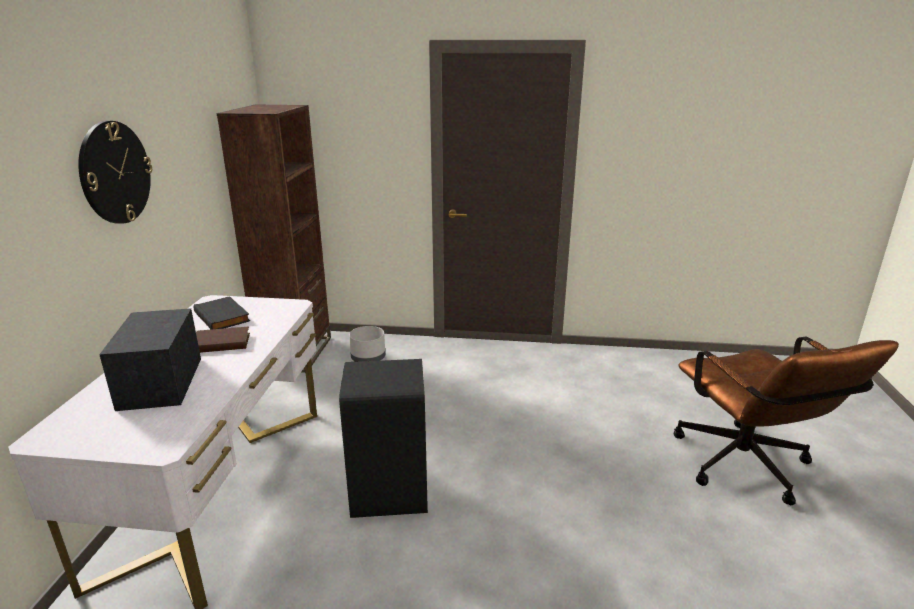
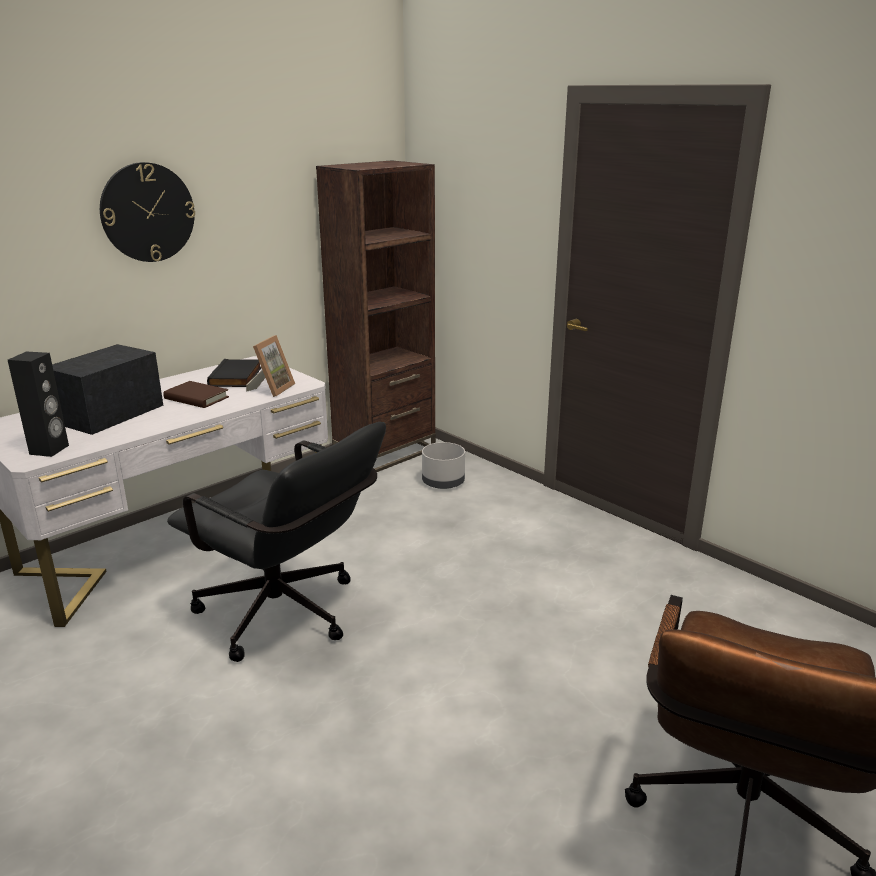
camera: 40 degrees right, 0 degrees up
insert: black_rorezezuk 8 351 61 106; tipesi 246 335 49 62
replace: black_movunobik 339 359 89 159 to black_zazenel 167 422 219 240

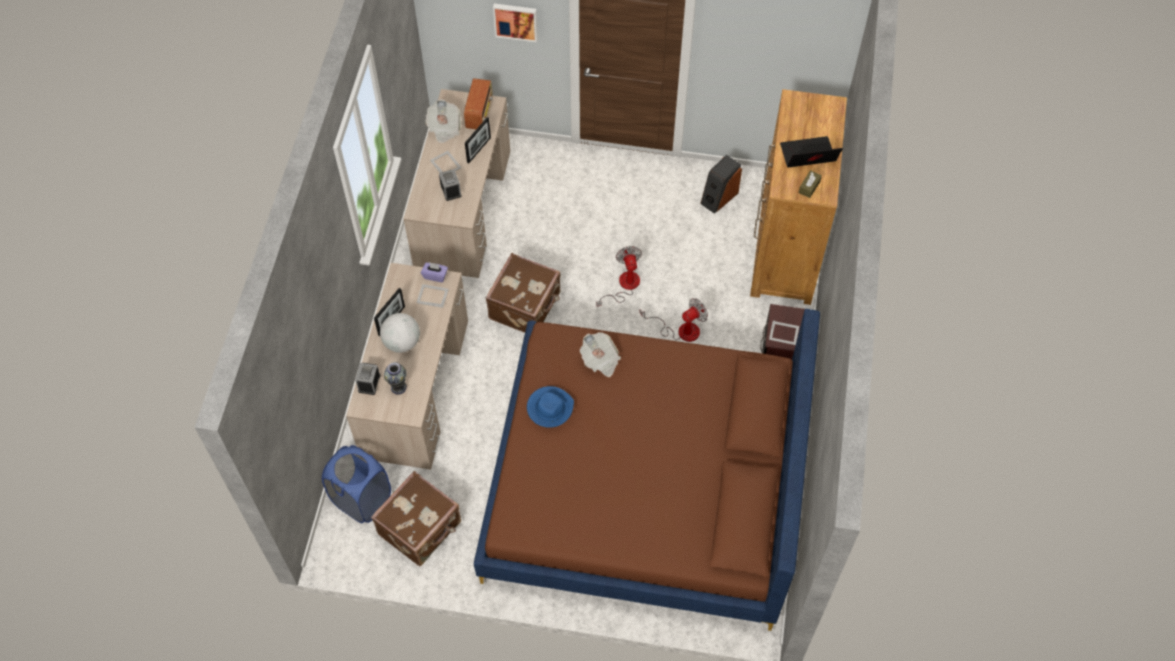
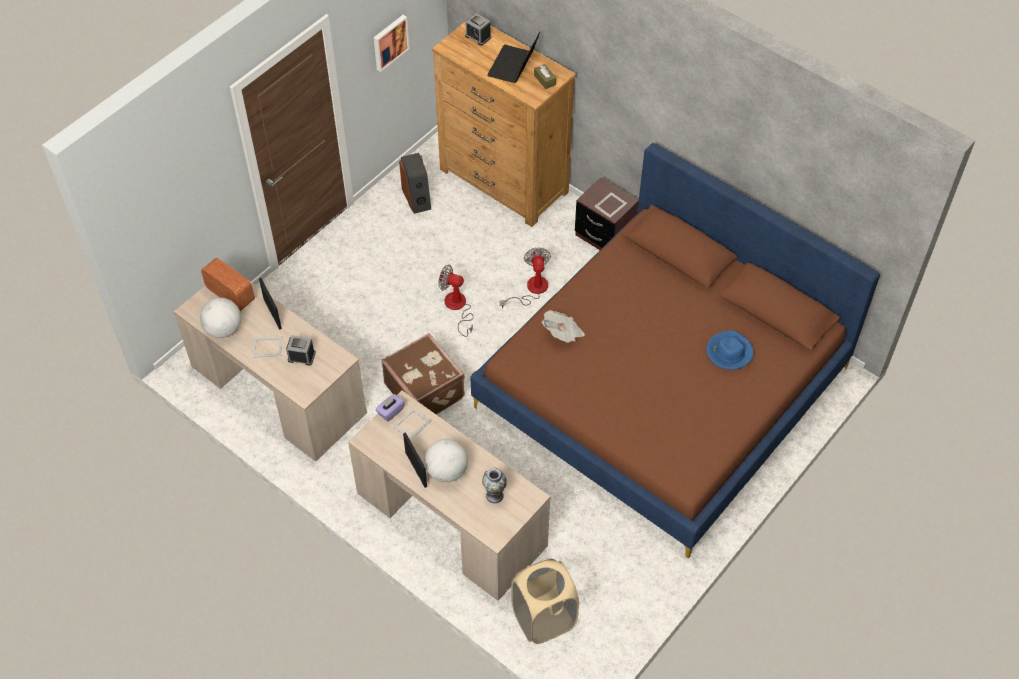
camera: 60 degrees left, 5 degrees down
delete: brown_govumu 371 471 90 95
move: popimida 355 363 25 32 to 465 13 26 33; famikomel 493 4 45 38 to 373 15 36 57; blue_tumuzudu 527 386 47 42 to 706 330 47 40
replace: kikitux 425 99 36 44 to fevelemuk 200 298 41 40
recolor: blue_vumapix 322 445 69 78 to beige_vumapix 511 559 68 85

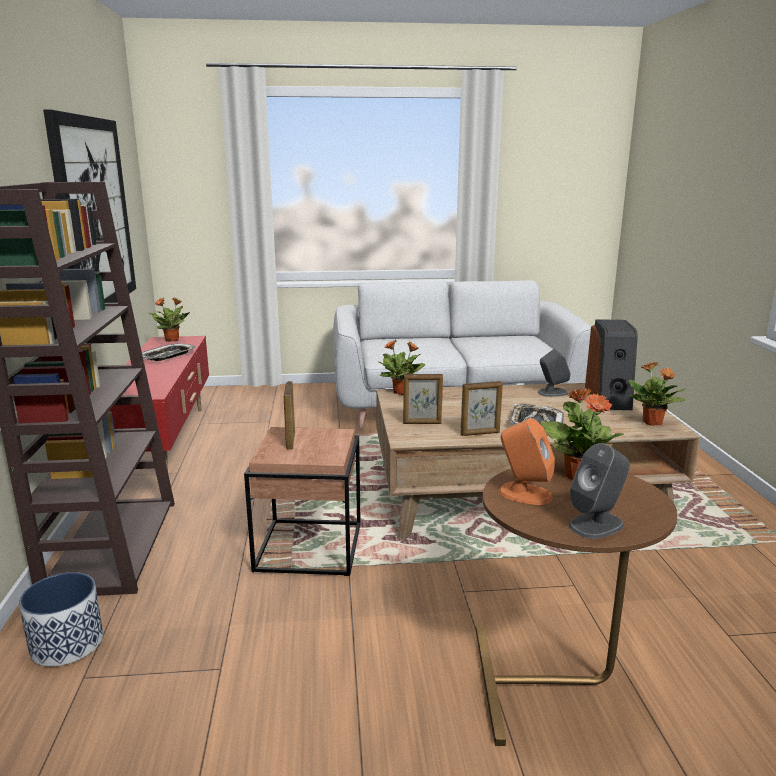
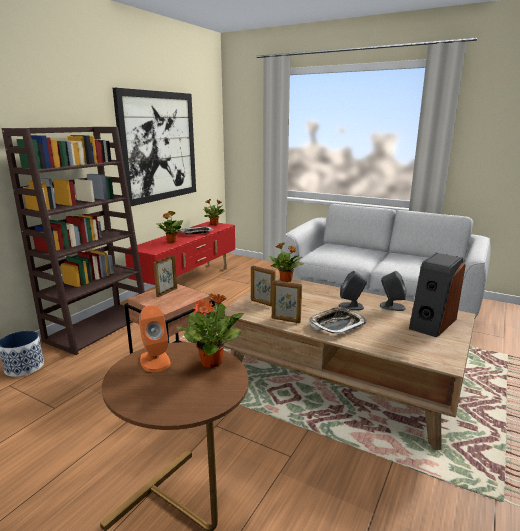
camera: 35 degrees right, 0 degrees up
move: grey_rorezezuk 569 443 61 96 to 339 271 28 40; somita 629 362 57 64 to 156 211 27 32

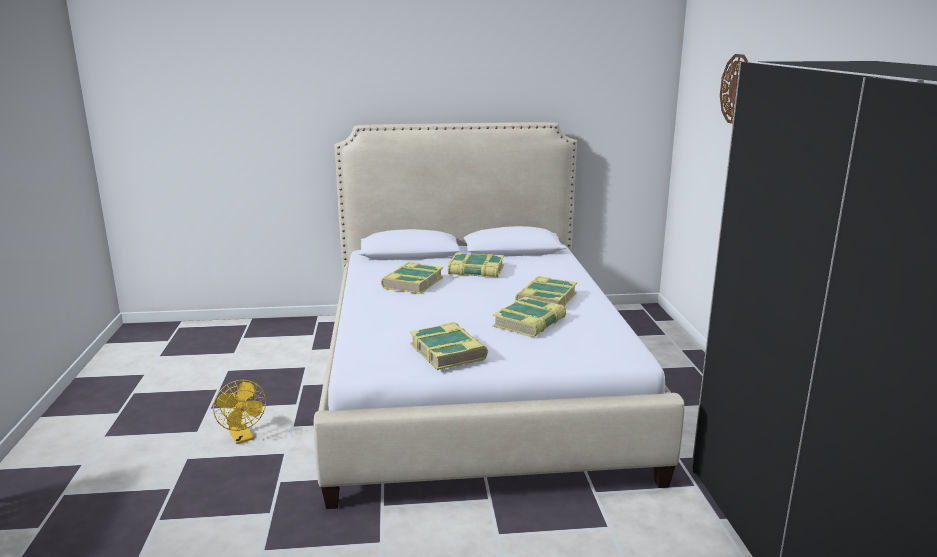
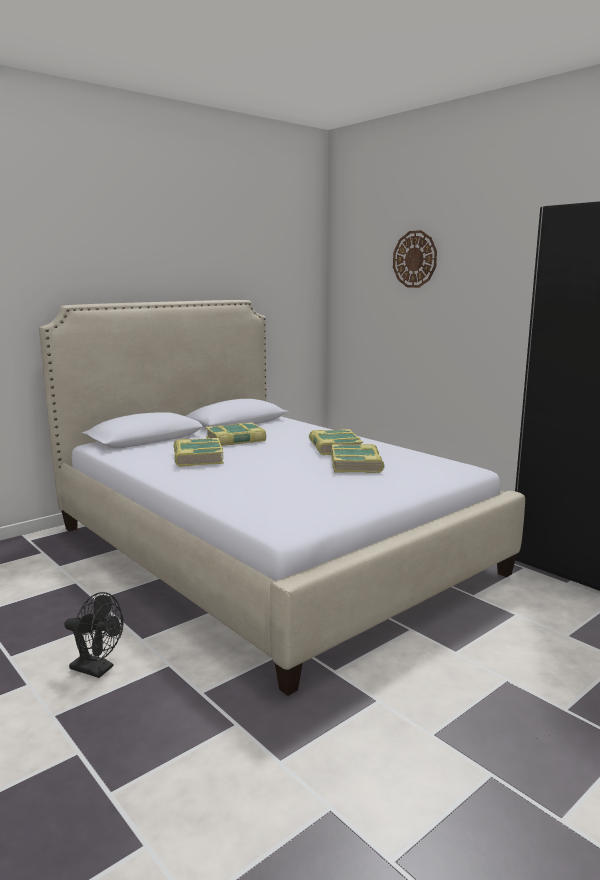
camera: 35 degrees left, 5 degrees down
delete: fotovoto 409 322 79 48
recolor: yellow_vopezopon 213 380 53 64 to black_vopezopon 64 592 59 86

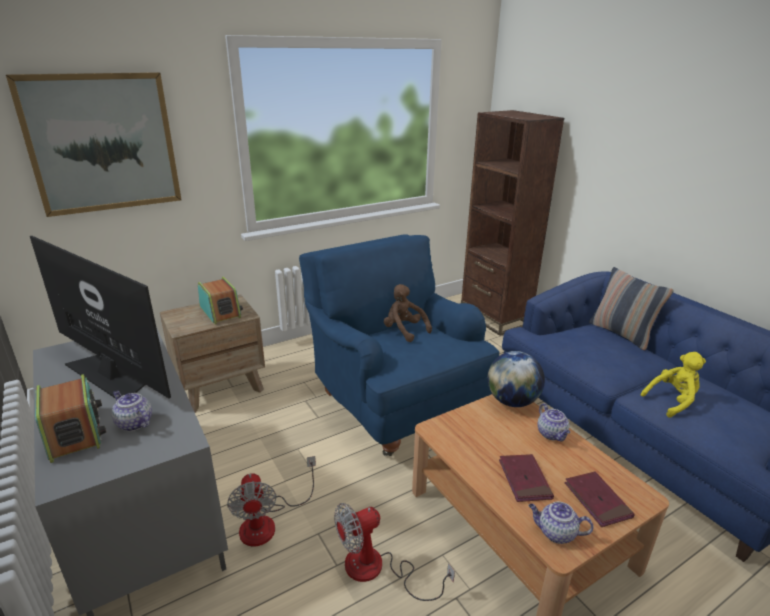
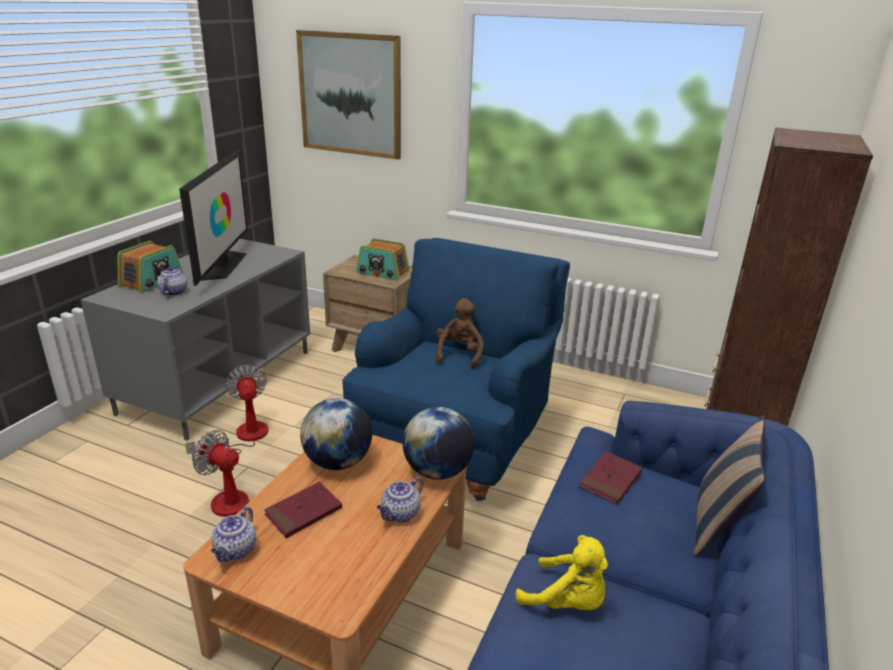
camera: 55 degrees right, 0 degrees up
insert: fevelemuk 300 398 72 72
move: red_fotovoto 564 471 71 56 to 579 451 64 54
rotate: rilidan 198 277 45 48 = 356 238 54 42 90 degrees clockwise; vopezopon 227 456 89 91 = 185 365 83 96 120 degrees clockwise; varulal 529 502 65 42 = 211 506 45 57 150 degrees counterclockwise

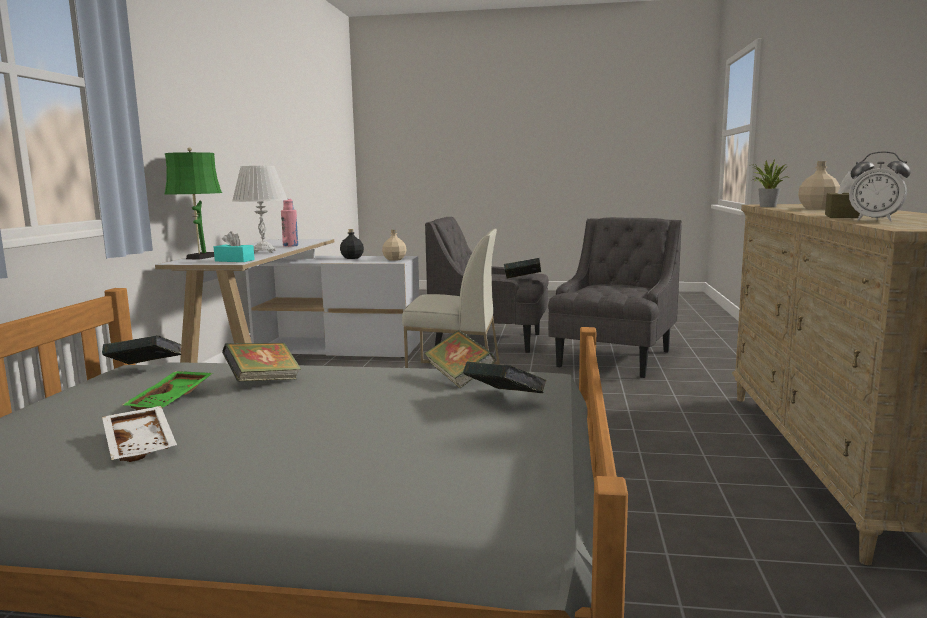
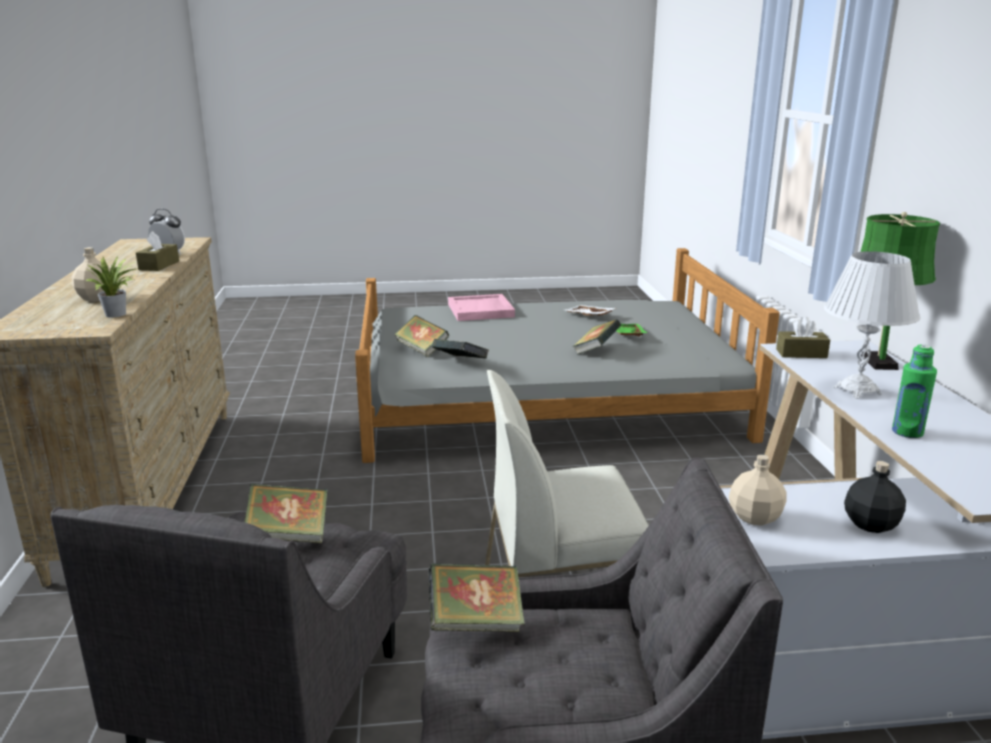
camera: 165 degrees right, 10 degrees up
insert: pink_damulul 448 294 67 27
move: fotovoto 102 335 79 30 to 244 484 84 59
recolor: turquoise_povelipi 214 231 41 31 to brown_povelipi 776 317 54 41; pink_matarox 281 199 17 48 to green_matarox 892 344 45 94

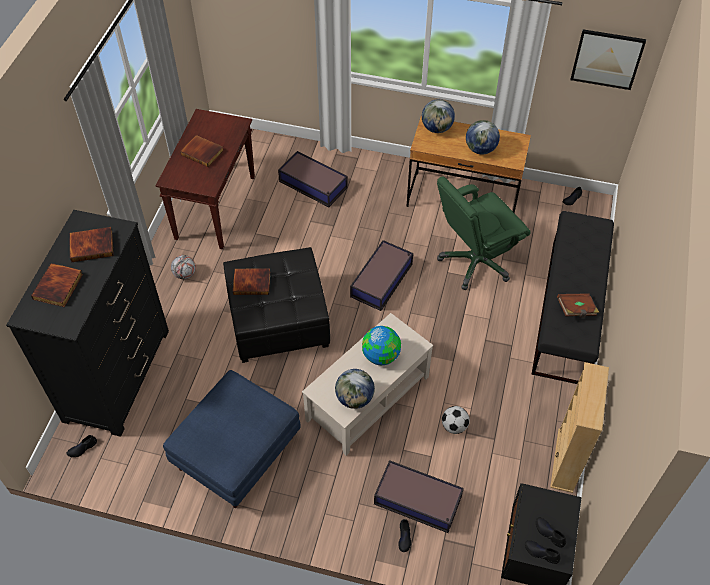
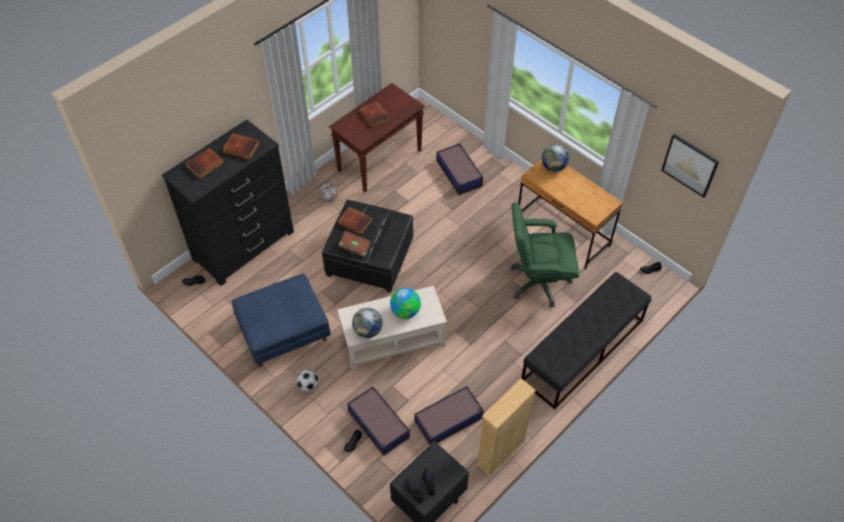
camera: 30 degrees right, 0 degrees up
delete: fevelemuk 466 120 34 35
move: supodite 350 240 63 71 to 415 386 69 59; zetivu 442 406 28 28 to 296 370 22 22; brown_fotovoto 557 293 42 25 to 338 230 33 27

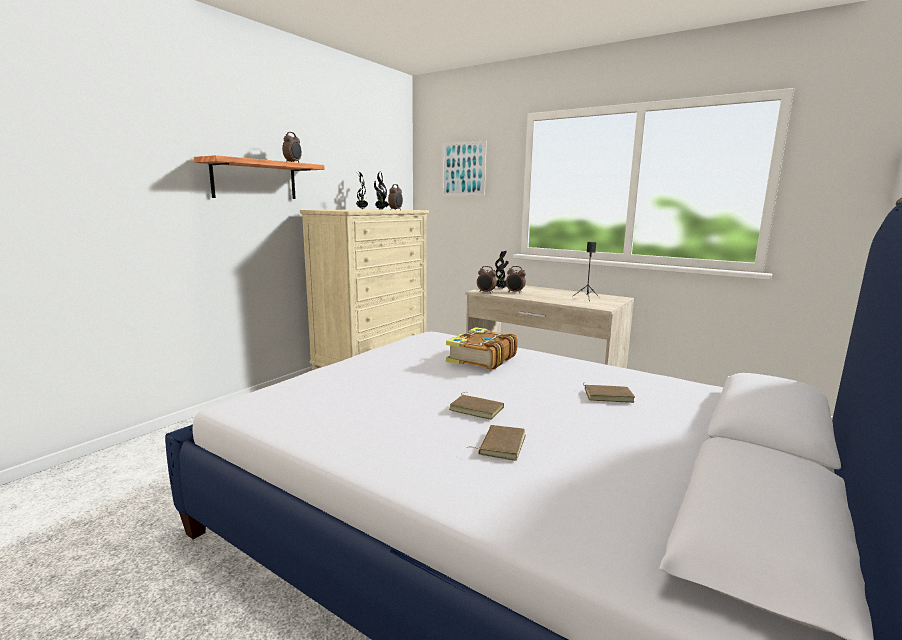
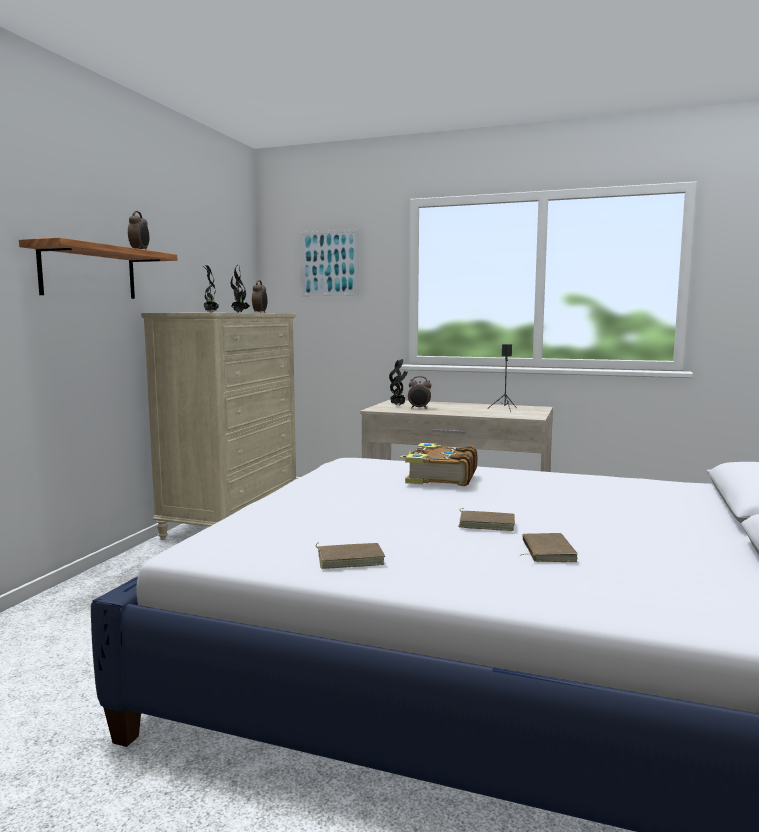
camera: 15 degrees left, 5 degrees down
delete: popimida 477 266 20 28
move: brown_fotovoto 583 382 52 21 to 316 542 69 27

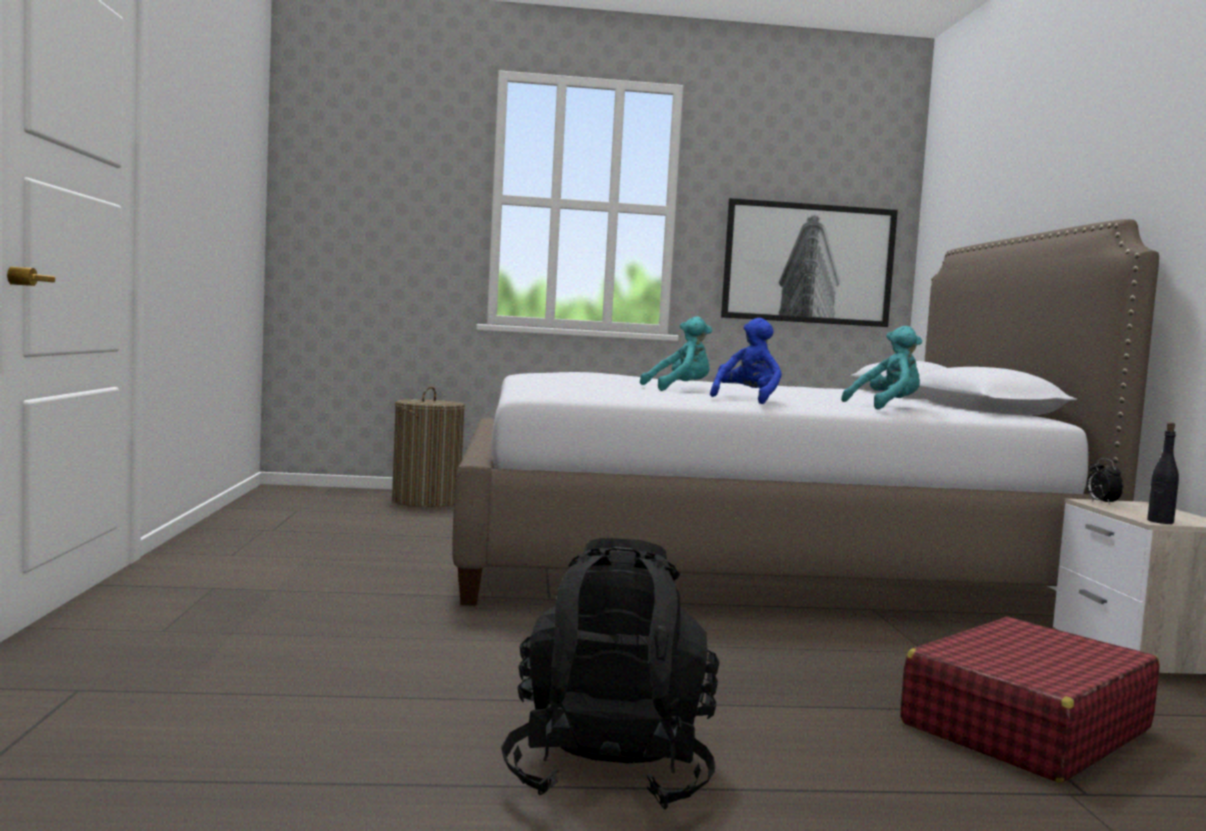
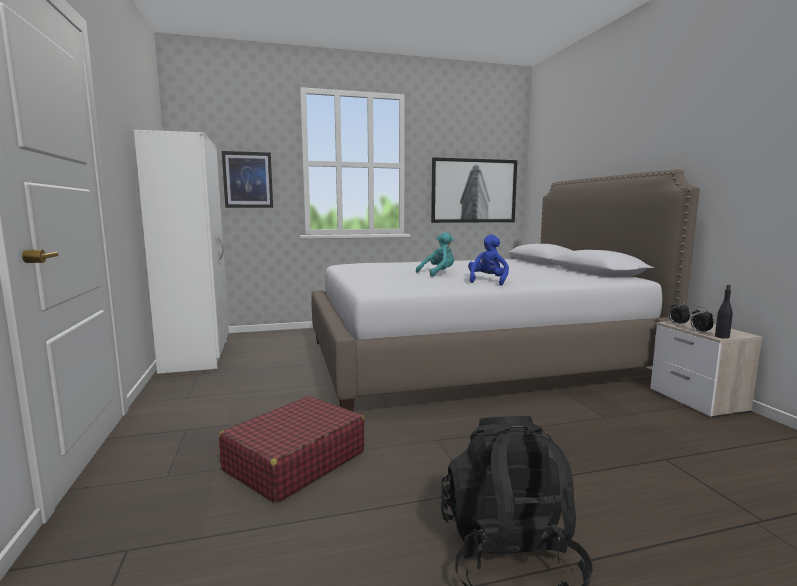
camera: 10 degrees left, 5 degrees up
delete: vumapix 392 386 73 121; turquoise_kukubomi 841 326 81 83
insert: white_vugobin 134 130 95 244; famikomel 222 151 51 57; popimida 690 307 24 27
move: red_govumu 901 617 259 166 to 219 396 146 107

